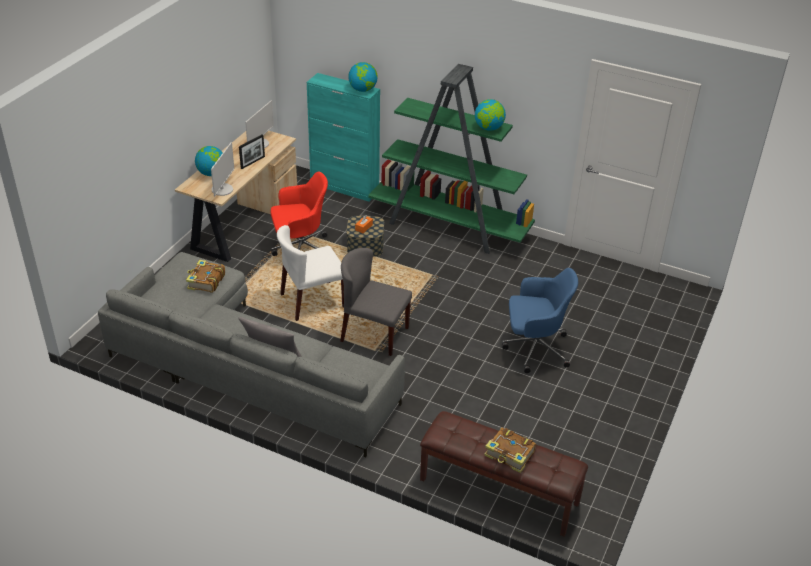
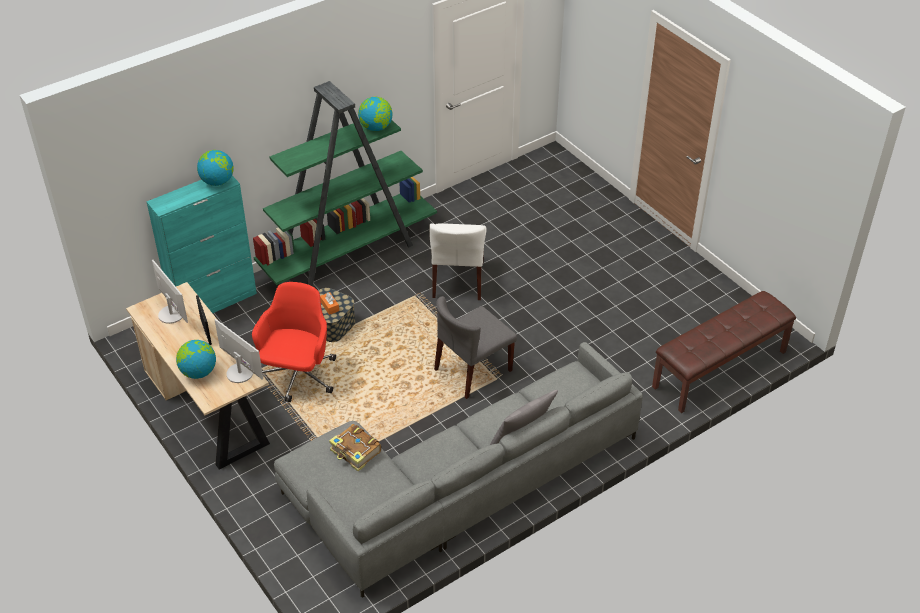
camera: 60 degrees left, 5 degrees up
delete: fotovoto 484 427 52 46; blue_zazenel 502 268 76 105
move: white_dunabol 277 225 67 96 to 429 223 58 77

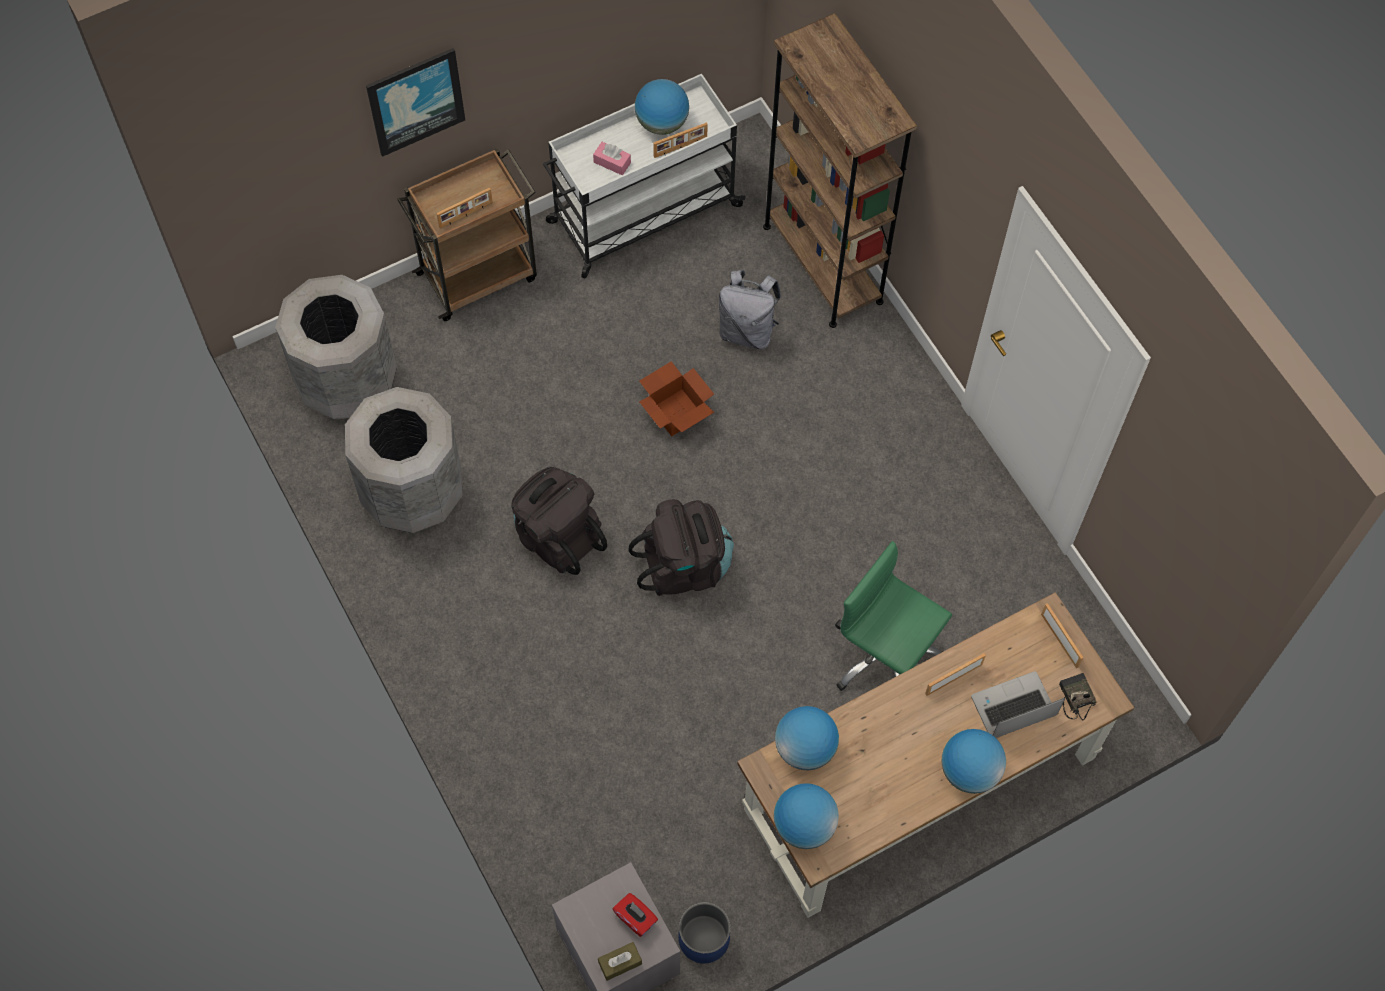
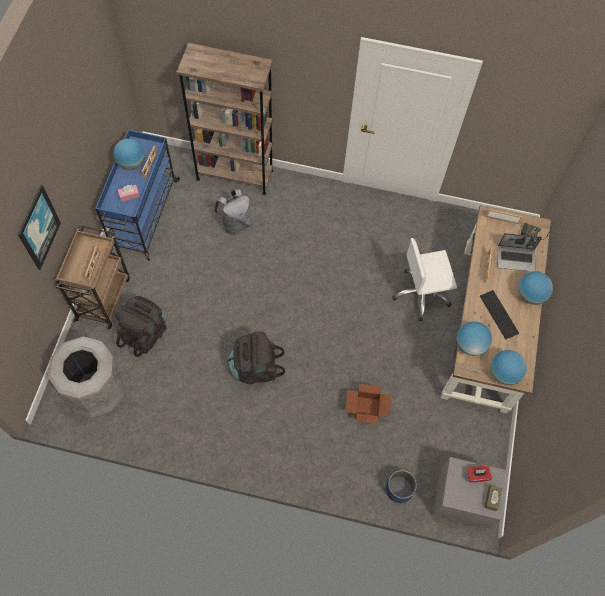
camera: 50 degrees left, 0 degrees up
delete: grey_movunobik 345 387 117 146
insert: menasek 480 290 39 49
move: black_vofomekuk 628 499 106 97 to 115 296 52 61; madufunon 639 361 75 75 to 345 384 46 40; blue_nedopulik 678 903 52 61 to 386 470 31 33
recolor: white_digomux 543 74 203 205 to blue_digomux 95 130 85 131; green_zazenel 835 541 117 150 to white_zazenel 392 238 65 83
rotate: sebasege 971 671 94 67 = 498 233 44 39 105 degrees counterclockwise

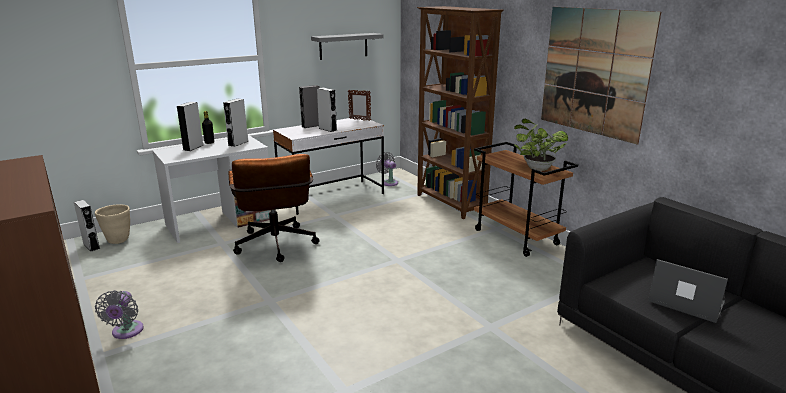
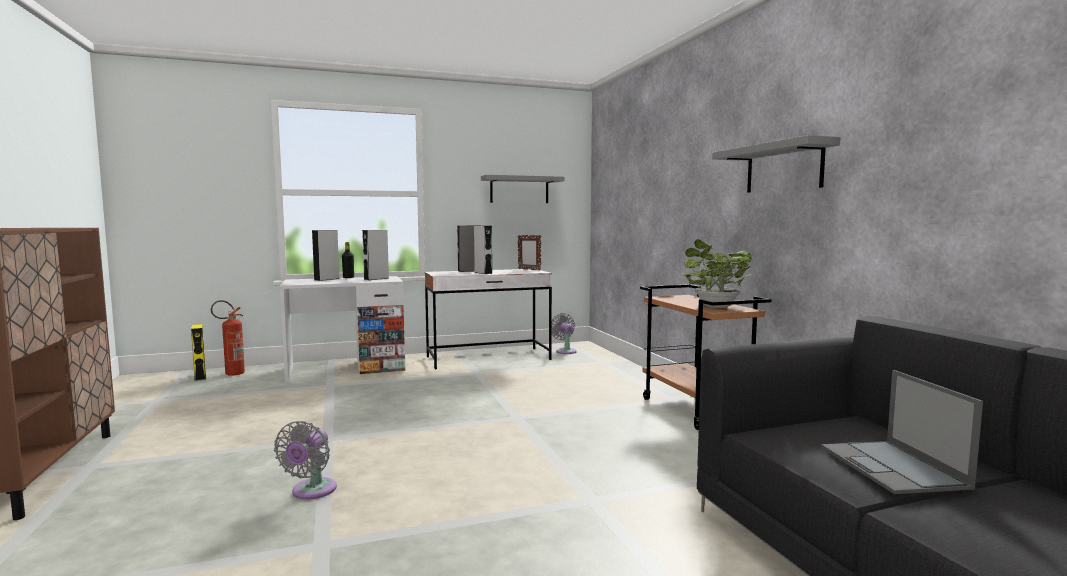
camera: 15 degrees right, 15 degrees down
delete: brown_zazenel 228 154 92 108; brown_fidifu 417 6 87 213
move: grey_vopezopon 95 290 49 49 to 274 421 63 79
replace: beige_nedopulik 95 204 35 40 to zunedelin 211 300 34 75; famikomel 541 7 120 137 to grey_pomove 712 135 128 58
recolor: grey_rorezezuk 74 200 26 52 to yellow_rorezezuk 191 324 15 57
rotate: sebasege 648 259 80 64 = 821 370 162 124 150 degrees counterclockwise

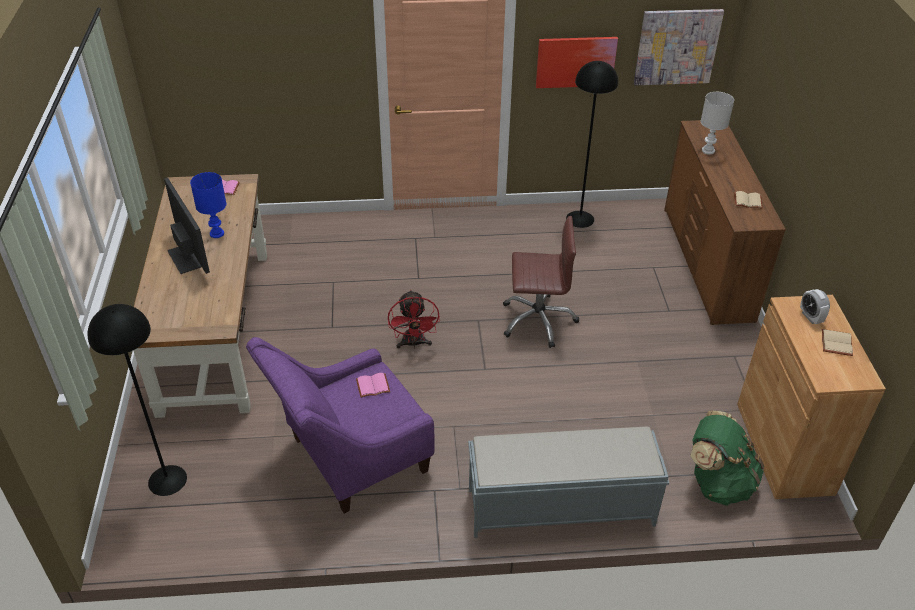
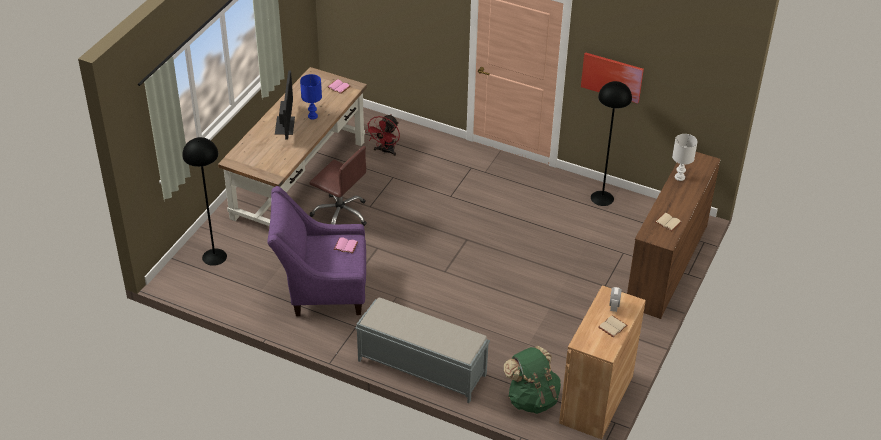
camera: 30 degrees right, 0 degrees up
delete: famikomel 634 9 90 76
move: red_vopezopon 388 290 52 59 to 365 114 35 42; brown_zazenel 503 216 76 132 to 309 146 58 80

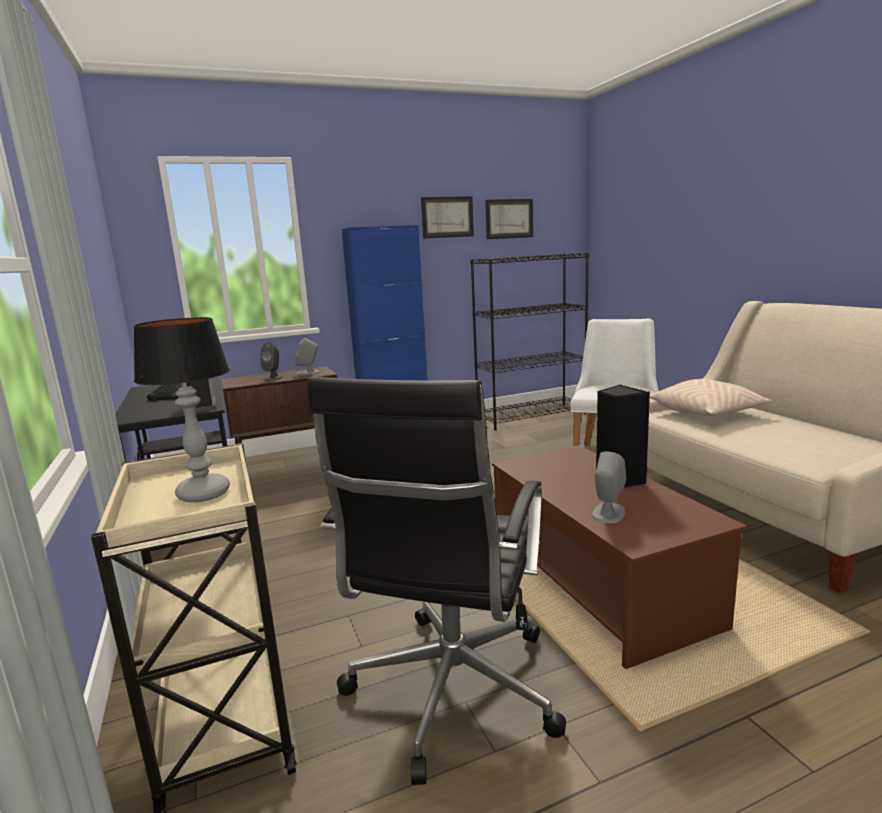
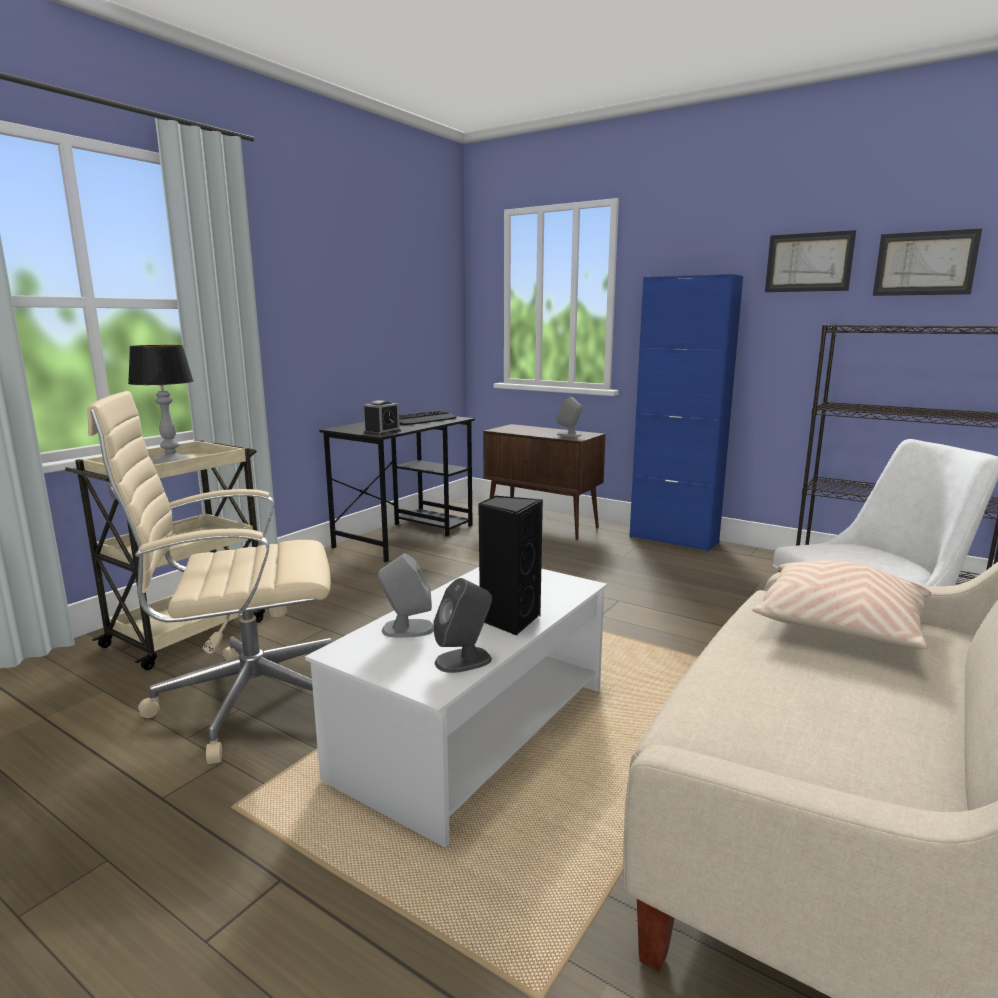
camera: 55 degrees right, 0 degrees up
move: grey_rorezezuk 260 342 23 39 to 434 578 58 95
recolor: black_zazenel 307 377 259 408 to beige_zazenel 87 391 245 373; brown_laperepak 492 445 255 224 to white_laperepak 305 567 302 280

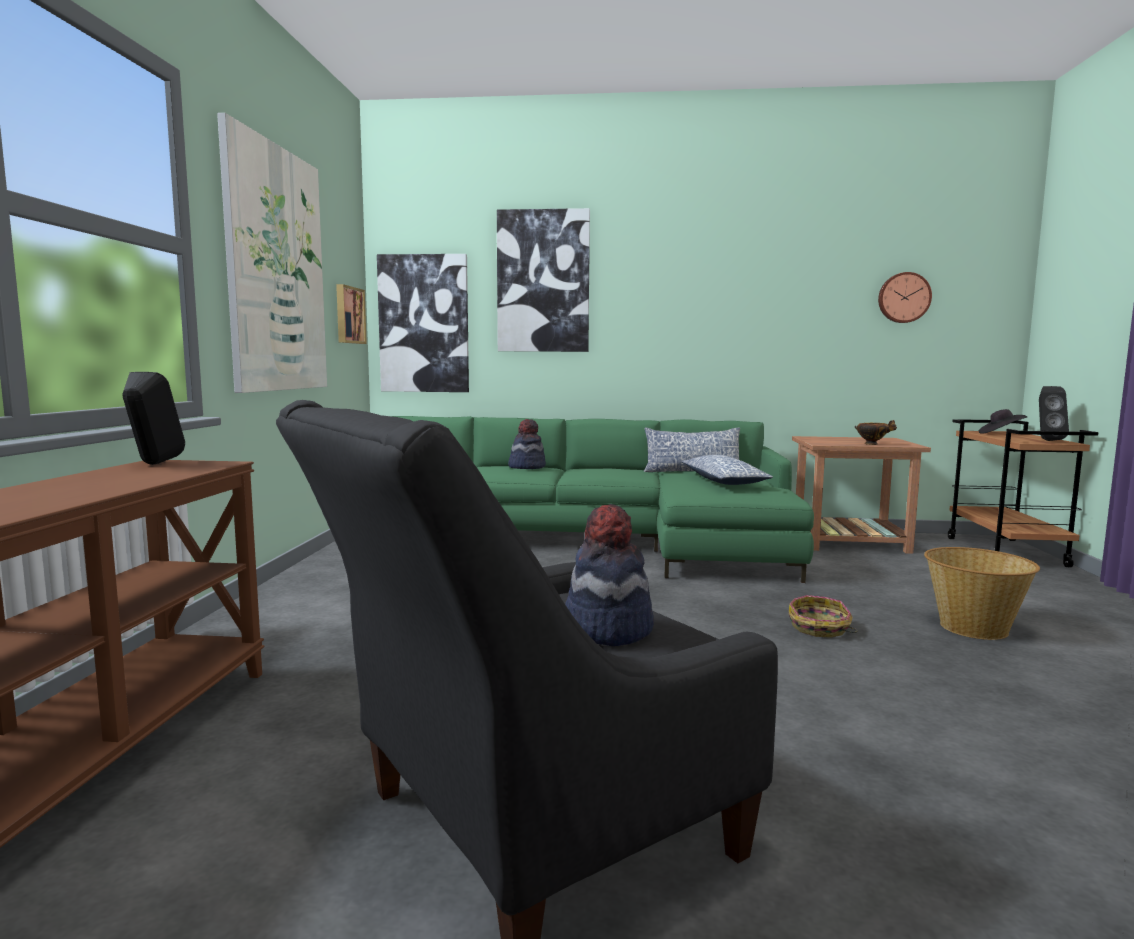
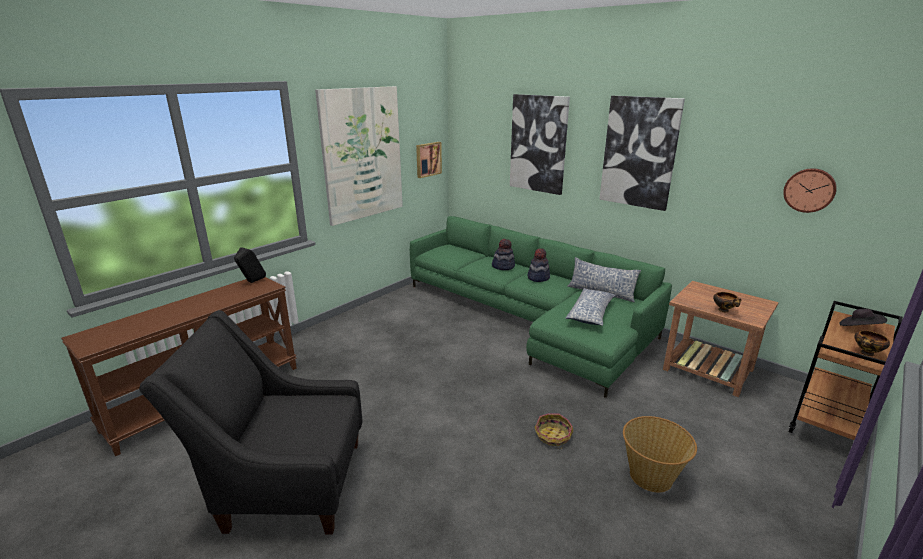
camera: 35 degrees right, 15 degrees up
move: famikomel 377 254 92 138 to 599 96 86 115; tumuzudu 565 504 89 142 to 528 248 22 34
replace: black_rorezezuk 1039 386 30 55 to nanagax 854 330 36 26

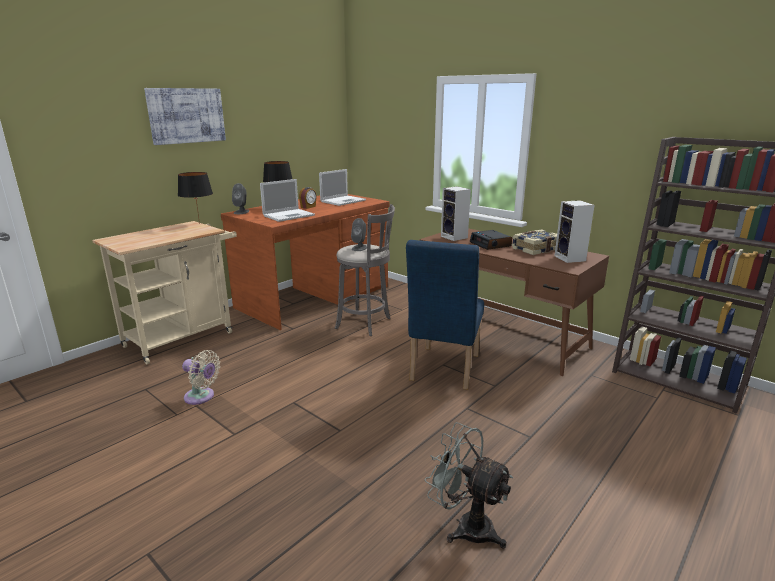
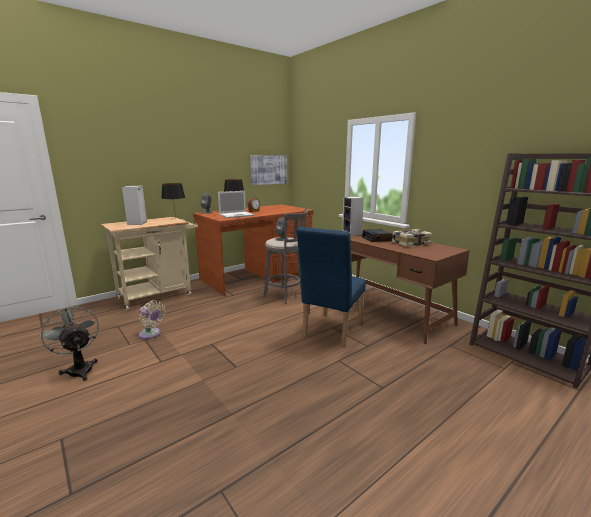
camera: 10 degrees right, 5 degrees down
delete: sebasege 319 169 47 37
move: famikomel 144 88 82 57 to 250 155 37 30; grey_vopezopon 425 422 88 127 to 40 305 59 76; rorezezuk 554 200 40 63 to 122 186 25 39

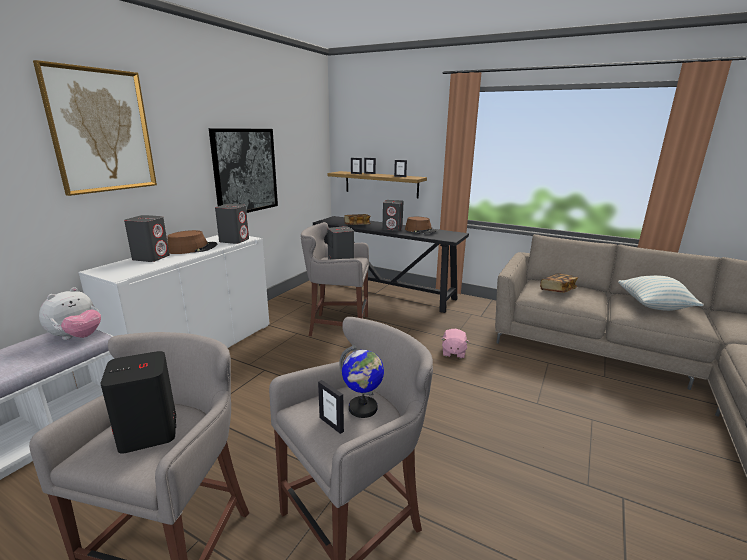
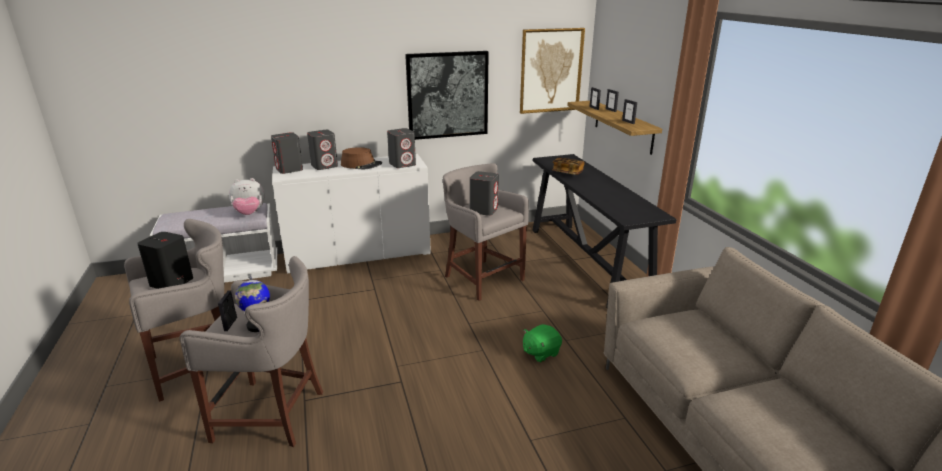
camera: 45 degrees right, 5 degrees up
delete: brown_tumuzudu 405 217 32 17; fotovoto 540 273 38 20; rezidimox 618 275 86 36
move: famikomel 33 60 124 136 to 520 28 65 86; grey_rorezezuk 382 200 21 31 to 271 132 32 42
recolor: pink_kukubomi 441 329 28 30 to green_kukubomi 523 324 39 39

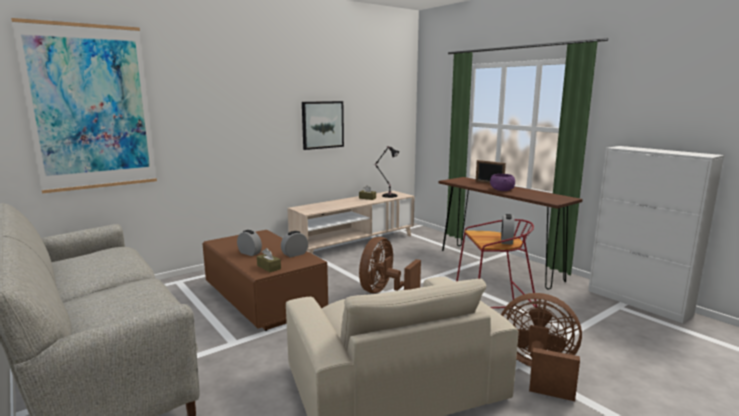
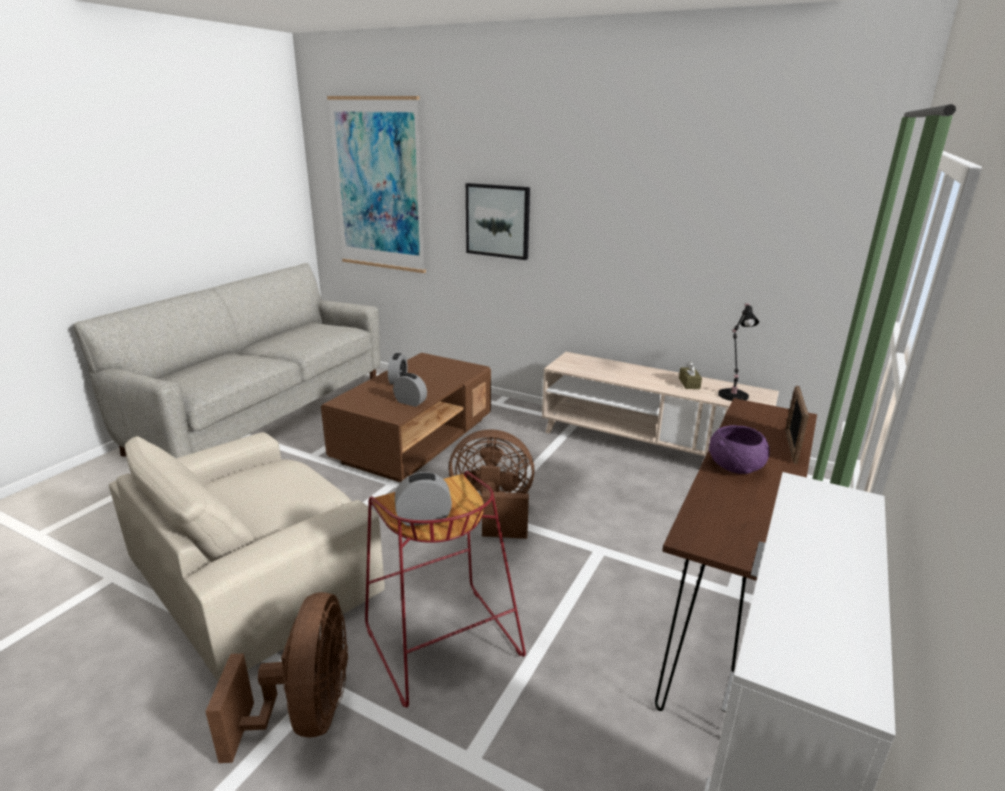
camera: 65 degrees right, 10 degrees up
delete: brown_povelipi 257 248 24 24
move: famikomel 302 101 42 49 to 466 183 64 77

